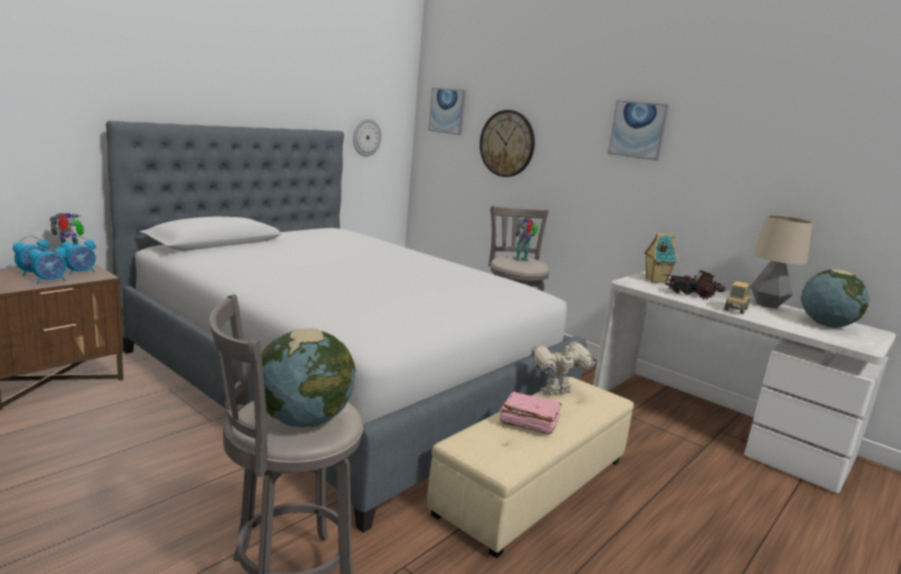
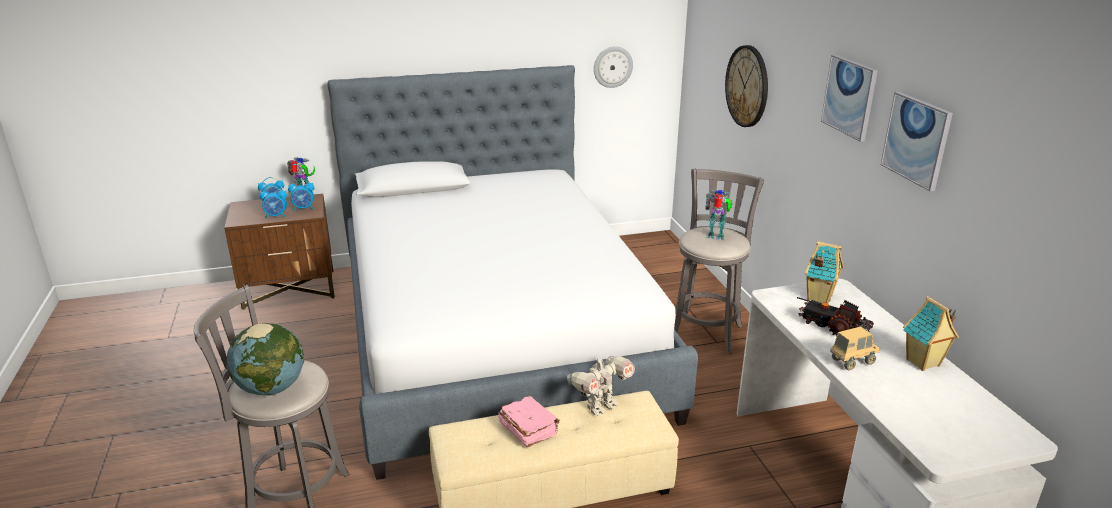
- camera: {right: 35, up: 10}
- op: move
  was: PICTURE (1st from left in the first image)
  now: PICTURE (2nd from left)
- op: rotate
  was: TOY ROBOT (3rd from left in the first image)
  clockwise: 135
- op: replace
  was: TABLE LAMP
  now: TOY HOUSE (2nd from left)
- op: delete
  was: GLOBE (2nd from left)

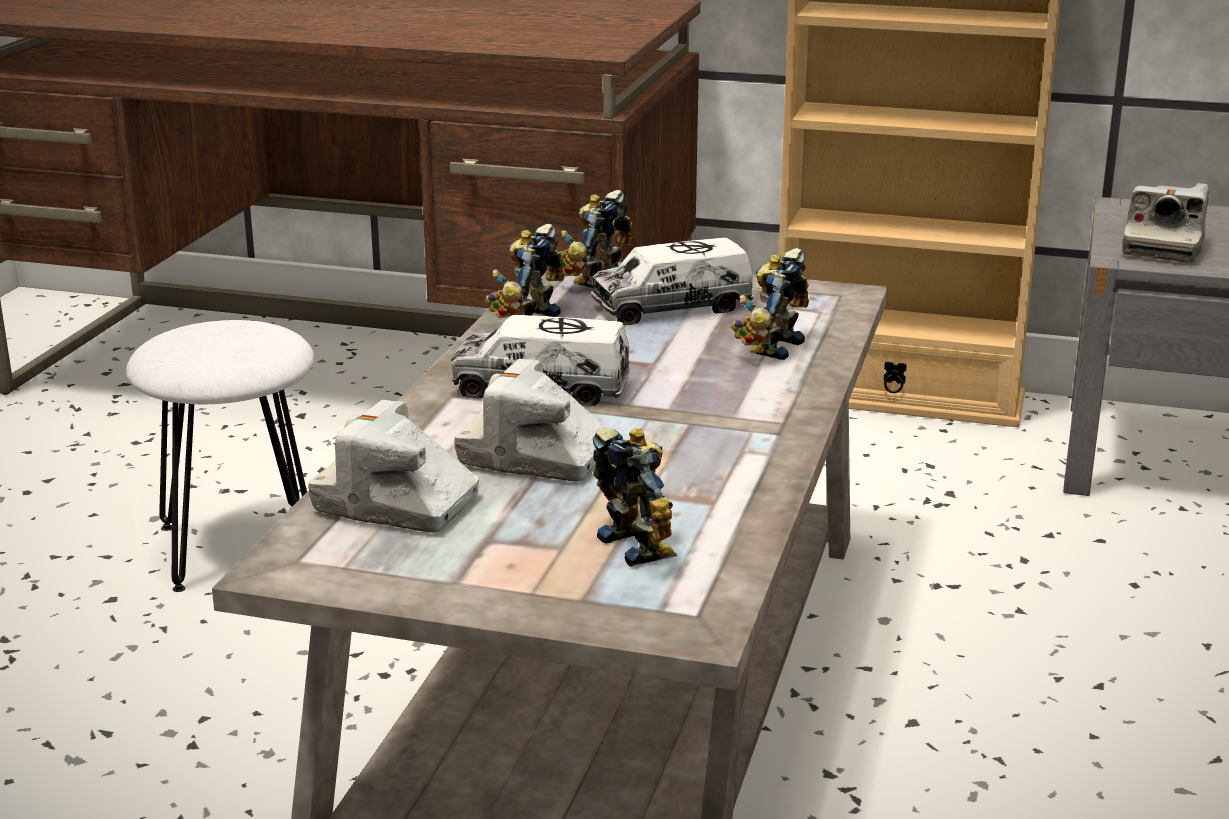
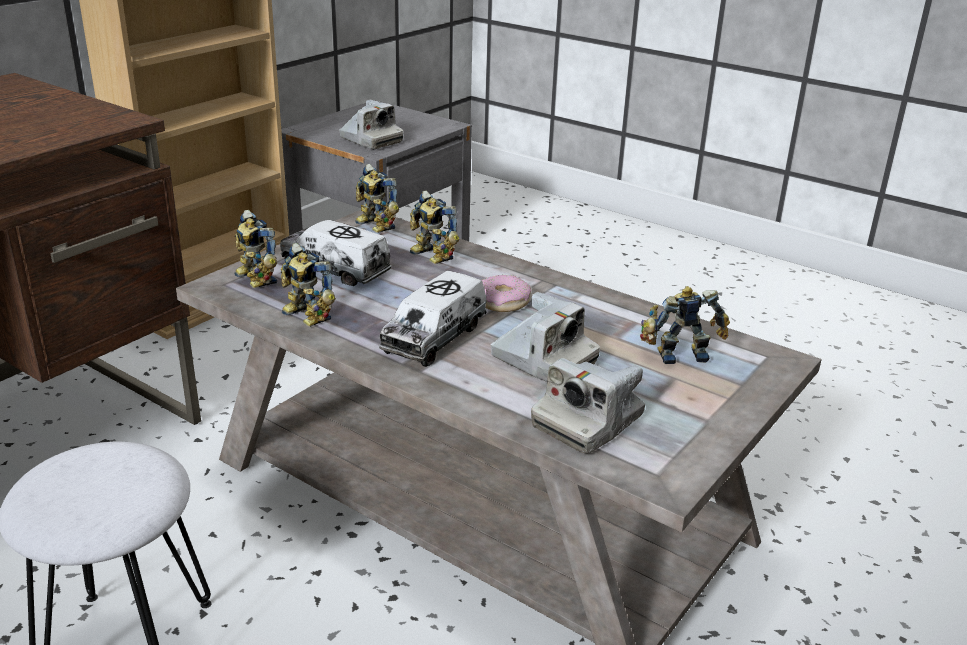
- camera: {right: -70, up: 5}
- op: rotate
  was: PHOTO CAMERA (2nd from left)
  clockwise: -90
- op: rotate
  was: TOY TRUCK (2nd from left in the first image)
  clockwise: 120
- op: insert
  now: TOY ROBOT (3rd from left)
- op: insert
  now: DONUT

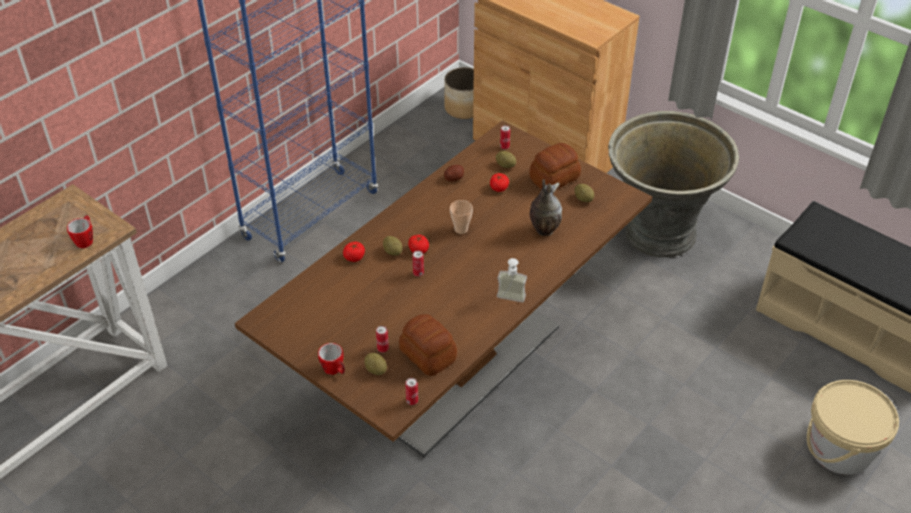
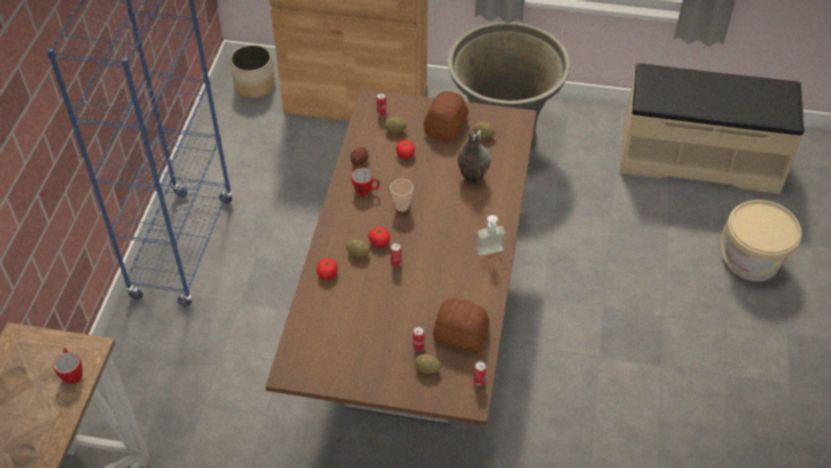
- camera: {right: -30, up: 5}
- op: move
  was: MUG (2nd from left)

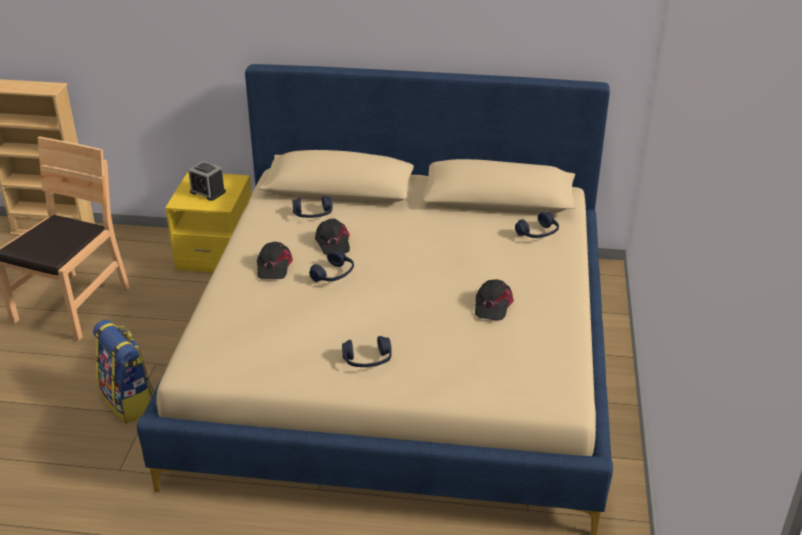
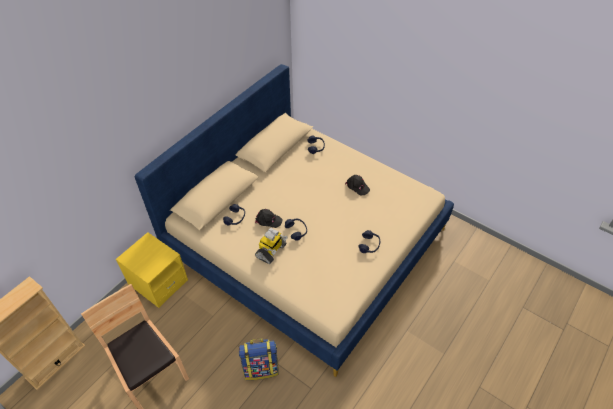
- camera: {right: -60, up: 15}
- op: delete
  was: ALARM CLOCK
- op: replace
  was: BLACK CAP (1st from left)
  now: TOY ROBOT

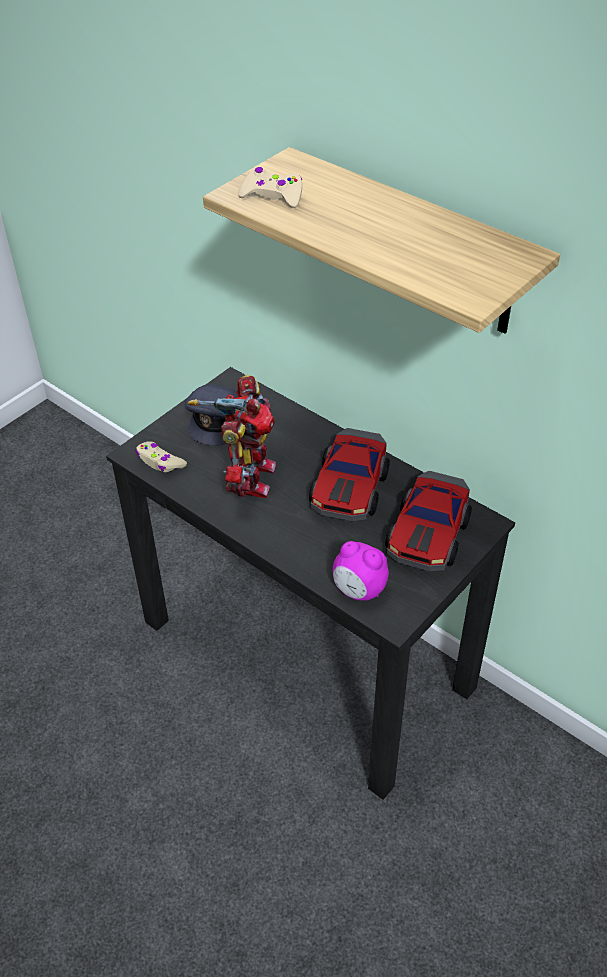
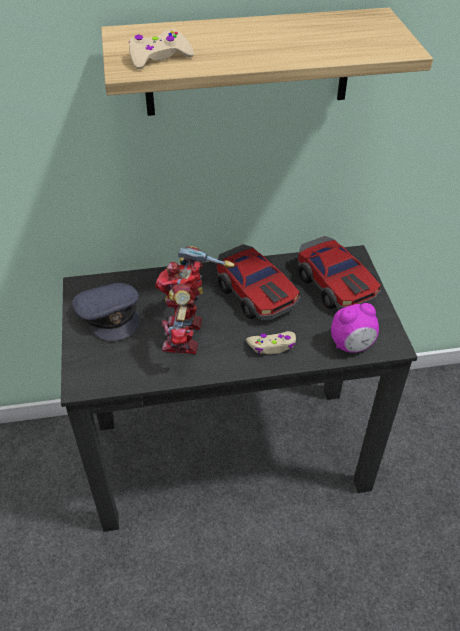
- camera: {right: -50, up: 0}
- op: move
  was: BEIGE GAME CONTROLLER (1st from left in the first image)
  now: BEIGE GAME CONTROLLER (2nd from left)
- op: rotate
  was: TOY ROBOT
  clockwise: -135

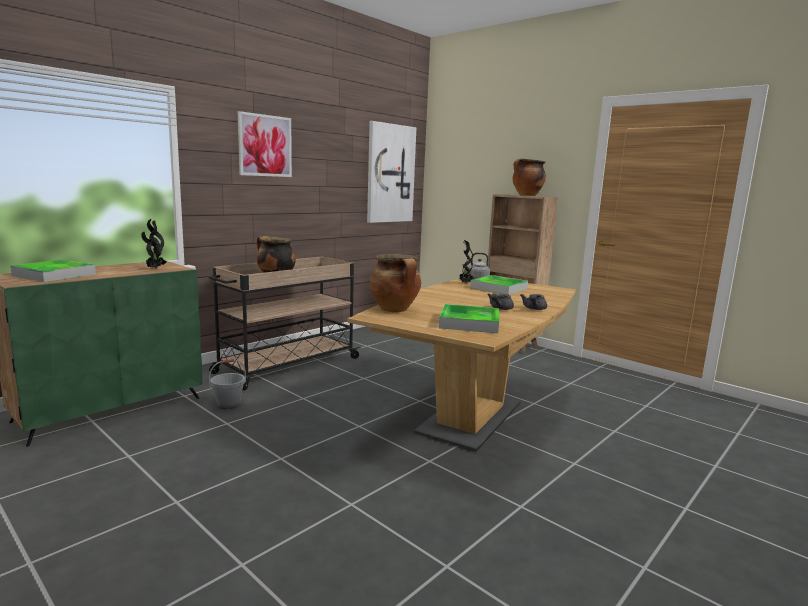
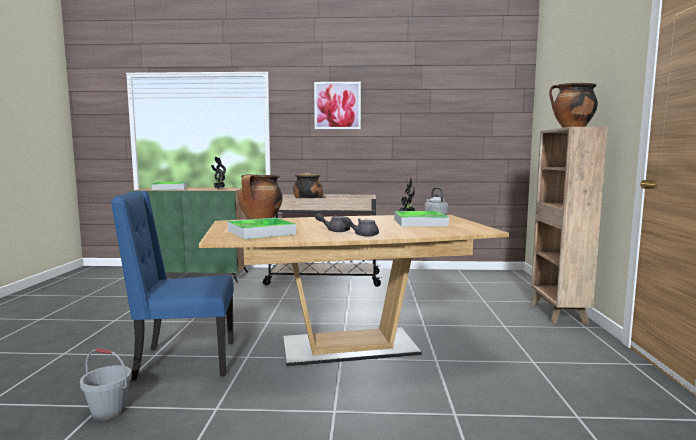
- camera: {right: 50, up: -5}
- op: move
  was: GREY BUCKET
- op: delete
  was: PICTURE (2nd from left)
- op: insert
  now: BLUE CHAIR

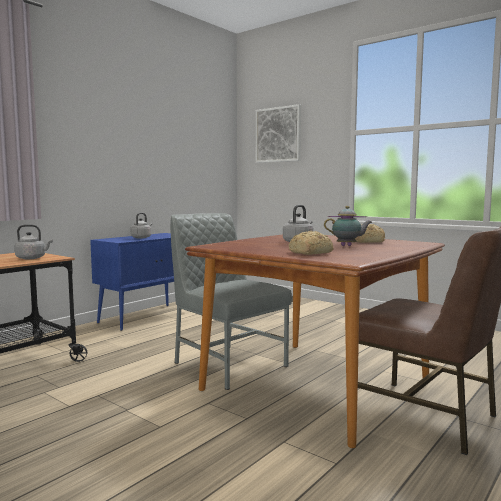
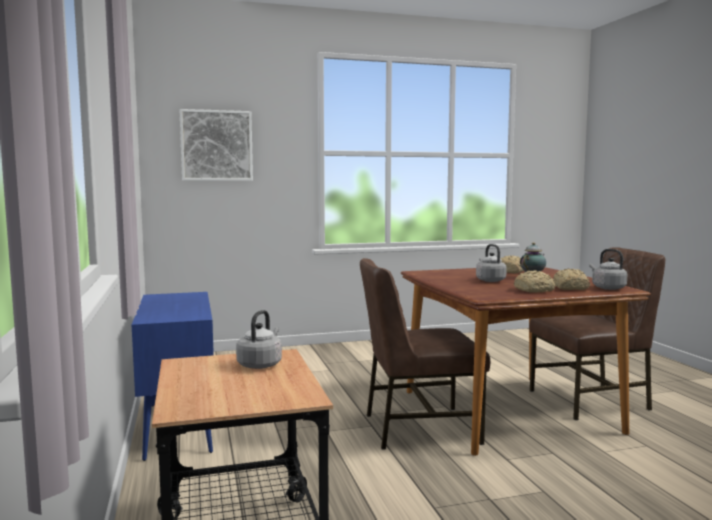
- camera: {right: -55, up: 0}
- op: move
  was: GREY KETTLE (2nd from left in the first image)
  now: GREY KETTLE (3rd from left)
- op: recolor
  was: GREY CHAIR
  now: BROWN CHAIR (1st from left)
- op: insert
  now: BREAD (2nd from left)

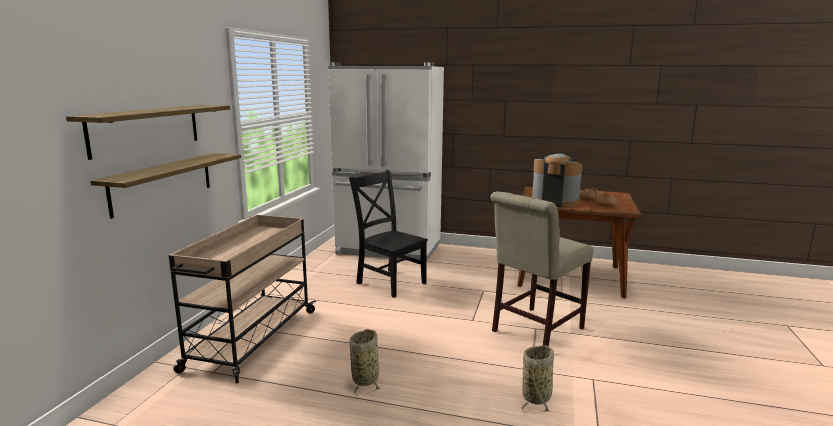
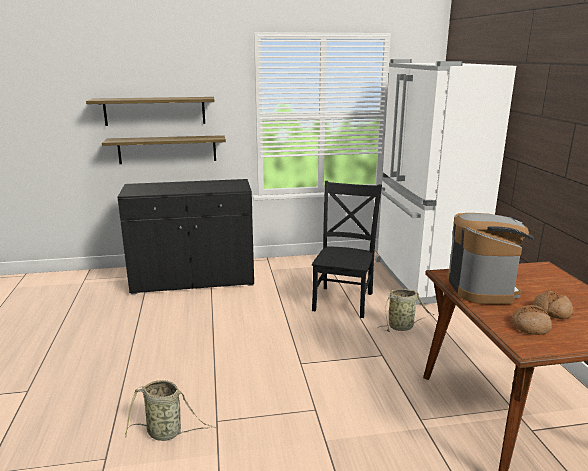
- camera: {right: 65, up: 5}
- op: replace
  was: BEIGE CART
  now: BLACK CABINET
- op: move
  was: BASKET (1st from left in the first image)
  now: BASKET (2nd from left)
- op: delete
  was: BEIGE CHAIR

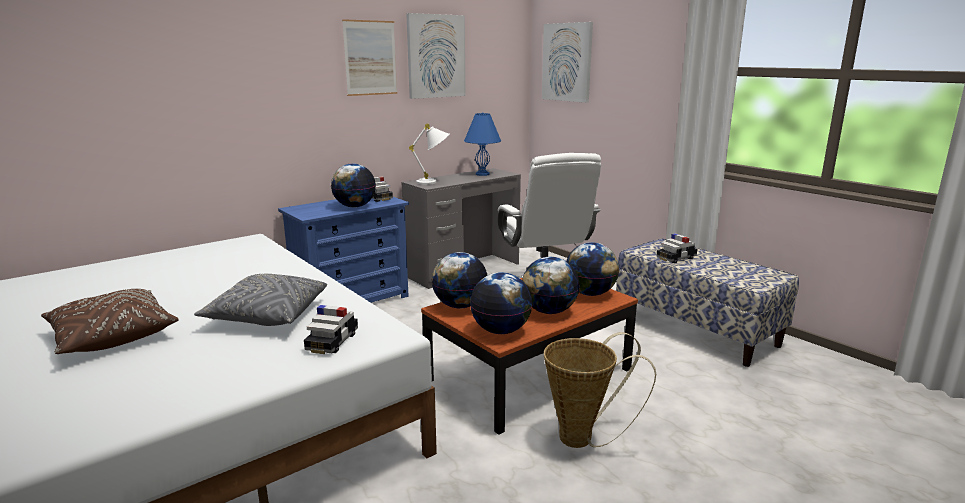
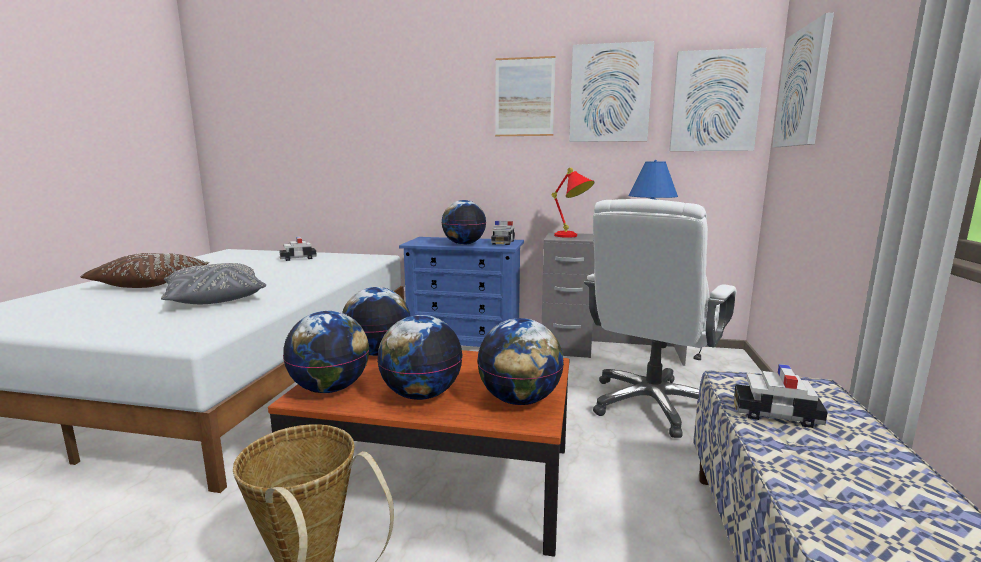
- camera: {right: 50, up: -5}
- op: move
  was: TOY CAR (1st from left)
- op: recolor
  was: WHITE TABLE LAMP
  now: RED TABLE LAMP
- op: insert
  now: PICTURE (3rd from left)

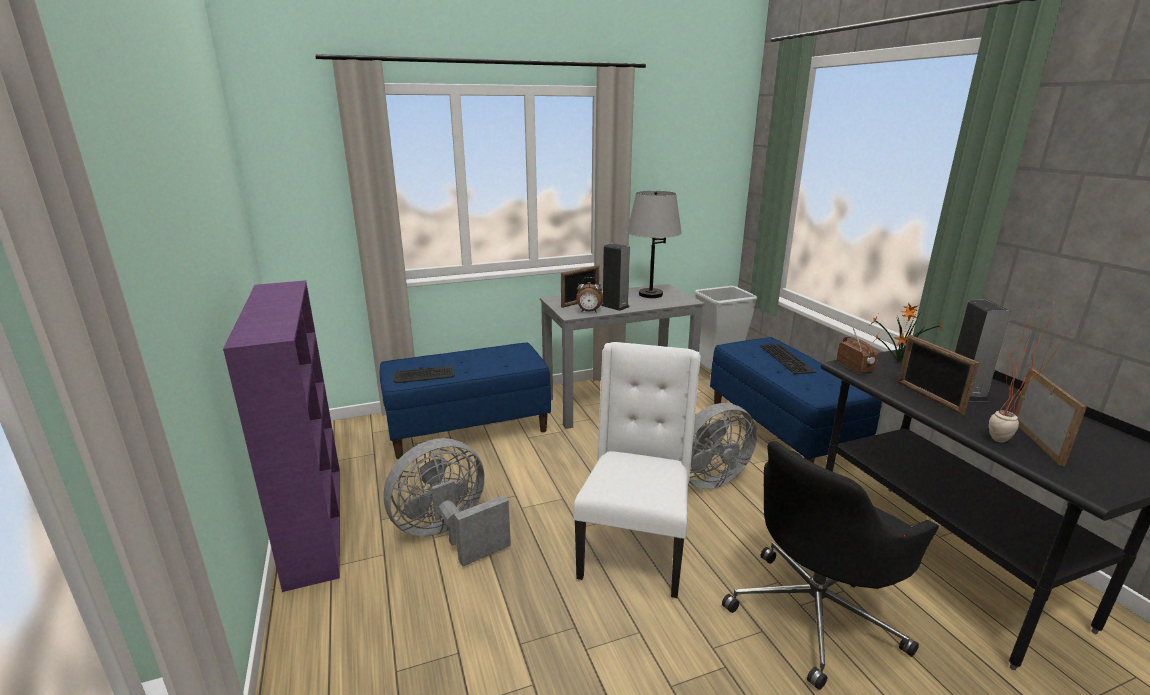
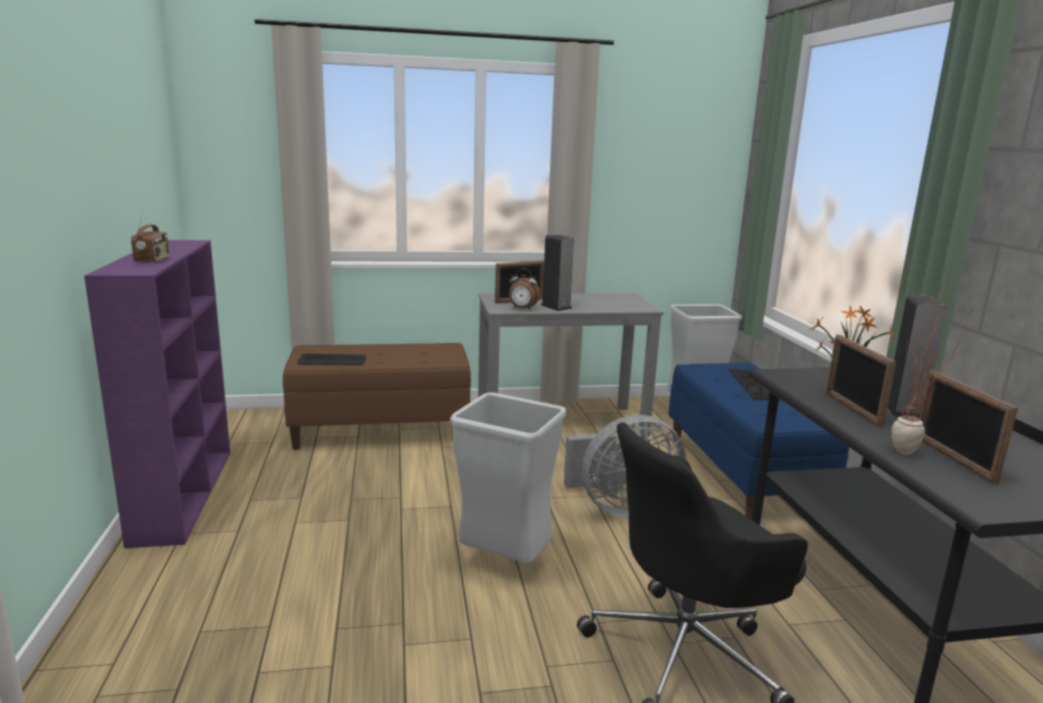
- camera: {right: 10, up: -5}
- op: recolor
  was: BLUE BENCH (1st from left)
  now: BROWN BENCH
- op: delete
  was: GREY FAN (1st from left)
- op: replace
  was: WHITE CHAIR
  now: GREY TRASH CAN (1st from left)
- op: delete
  was: GREY TABLE LAMP
- op: move
  was: RADIO
- op: rotate
  was: PICTURE FRAME (3rd from left)
  clockwise: 150

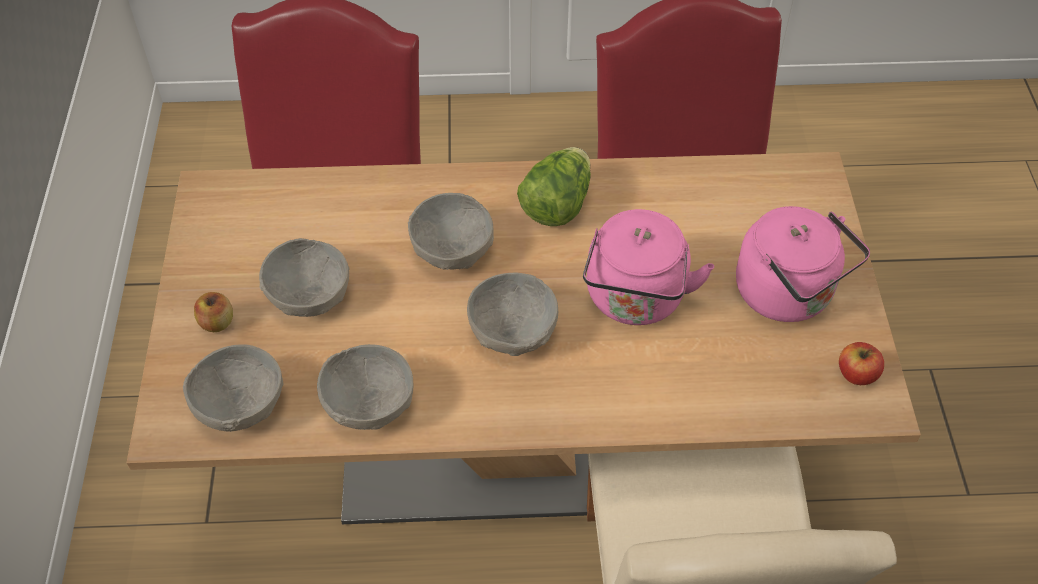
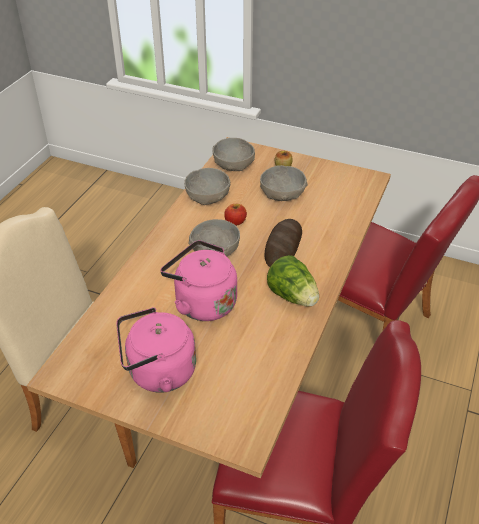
- camera: {right: 115, up: -10}
- op: replace
  was: GREY BOWL (4th from left)
  now: BREAD
- op: move
  was: APPLE (2nd from left in the first image)
  now: APPLE (1st from left)

